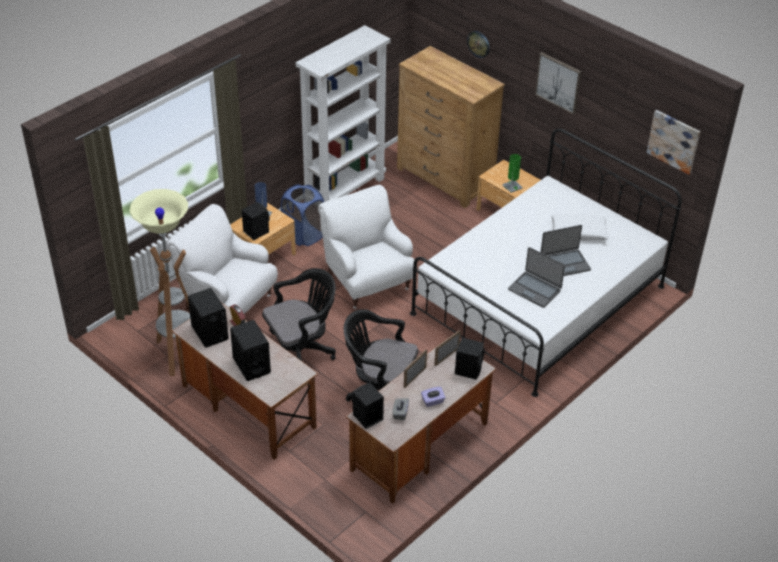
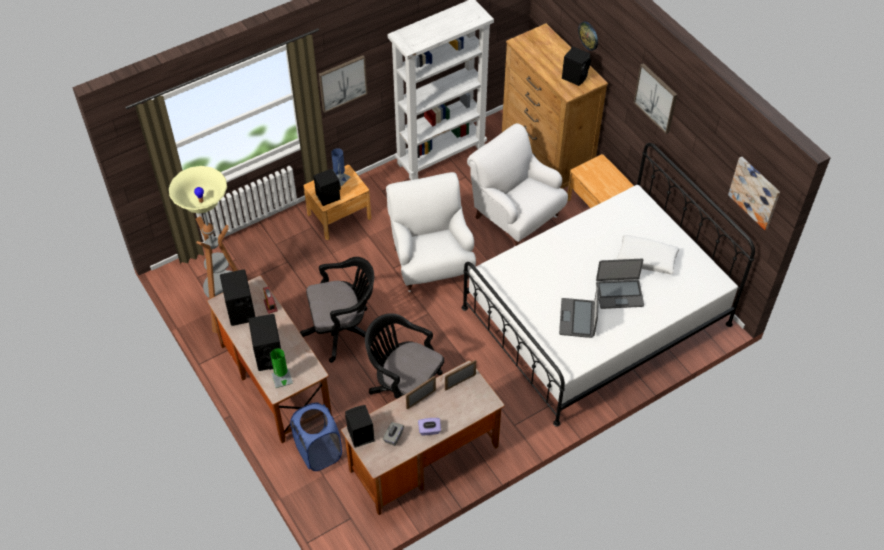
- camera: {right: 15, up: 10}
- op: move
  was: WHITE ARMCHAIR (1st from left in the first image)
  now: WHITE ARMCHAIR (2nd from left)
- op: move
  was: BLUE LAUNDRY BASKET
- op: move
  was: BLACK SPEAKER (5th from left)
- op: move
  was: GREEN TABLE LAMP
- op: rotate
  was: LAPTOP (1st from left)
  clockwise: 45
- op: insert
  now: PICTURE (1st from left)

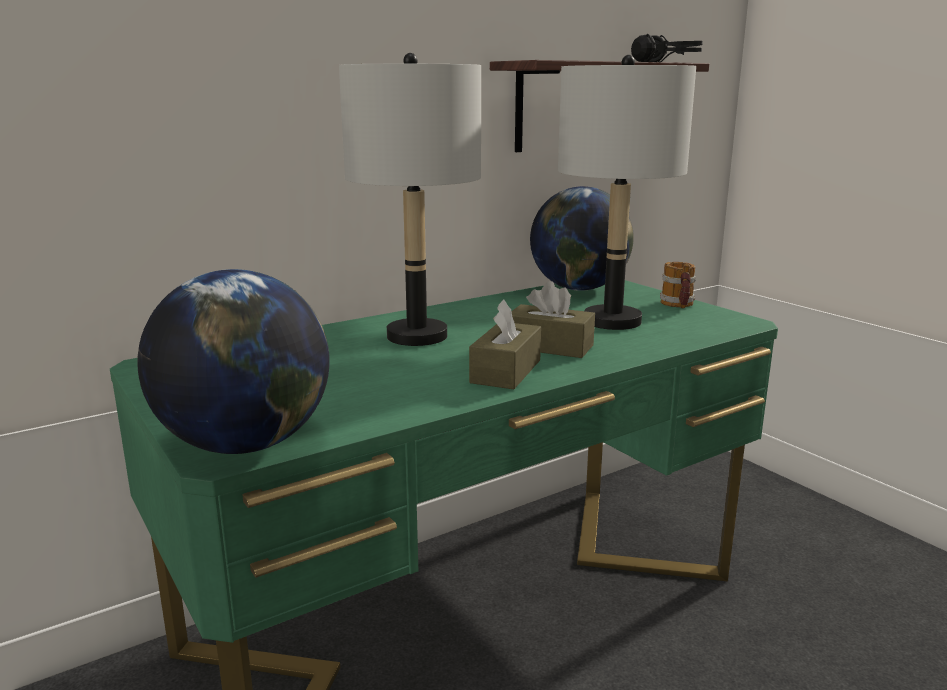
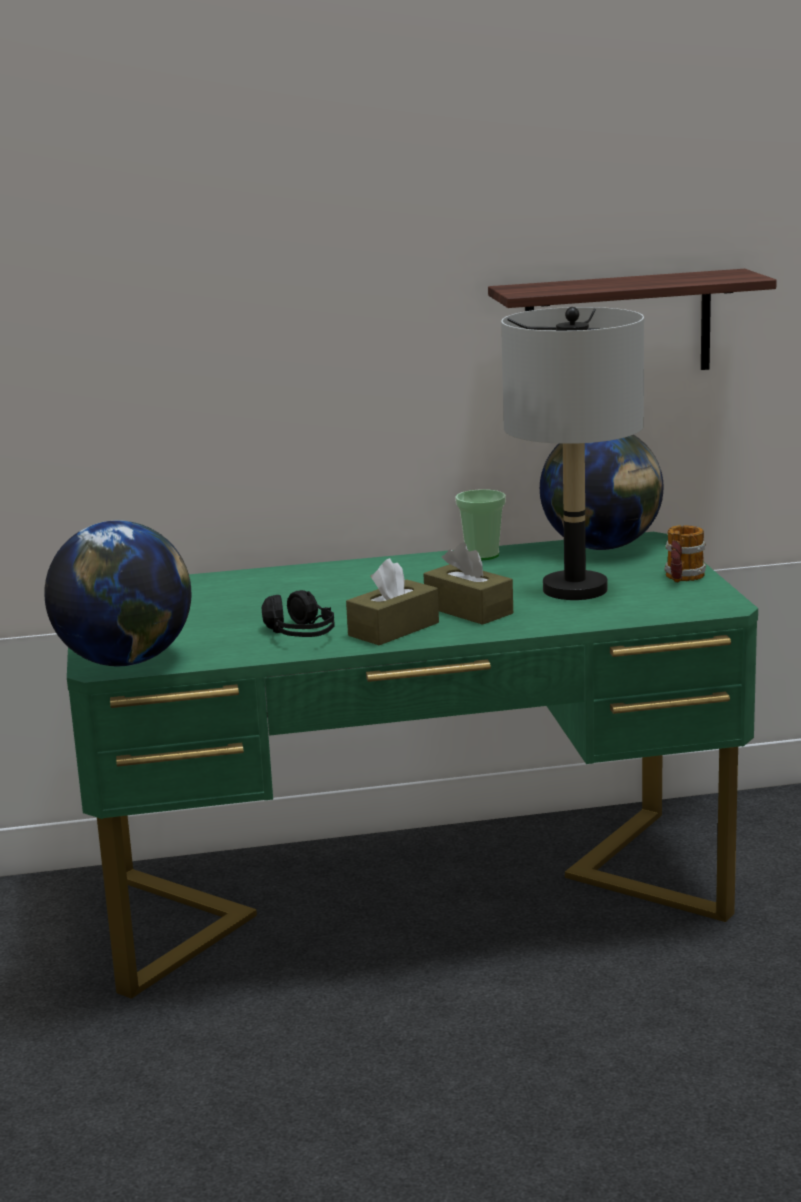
- camera: {right: 25, up: 0}
- op: delete
  was: GREY TABLE LAMP (1st from left)
- op: move
  was: BLACK HEADPHONES
- op: insert
  now: CUP

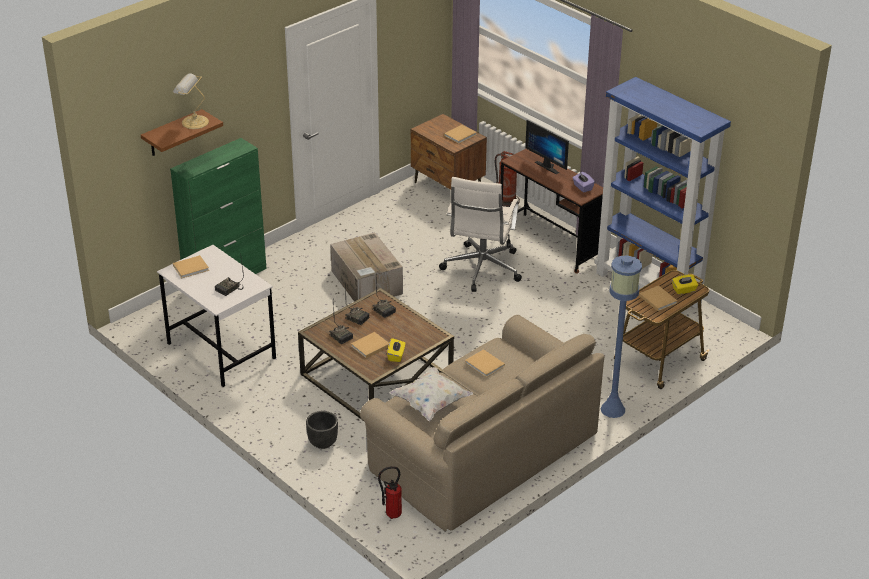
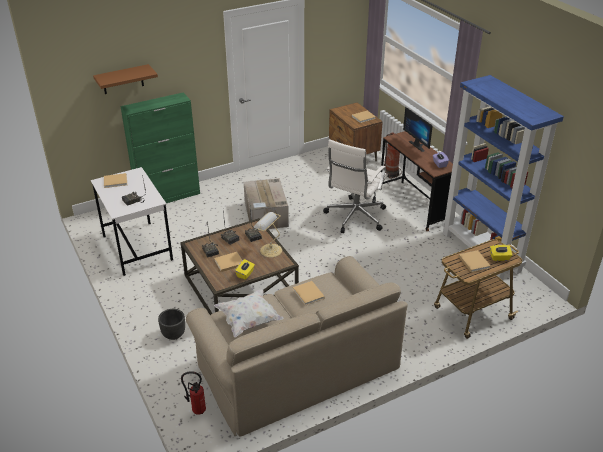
- camera: {right: 15, up: 0}
- op: move
  was: TABLE LAMP
- op: delete
  was: BLUE FLOOR LAMP

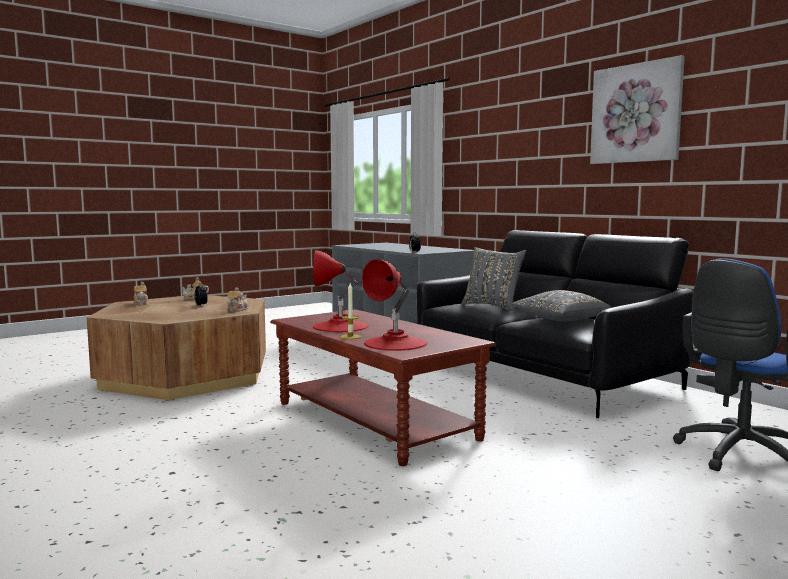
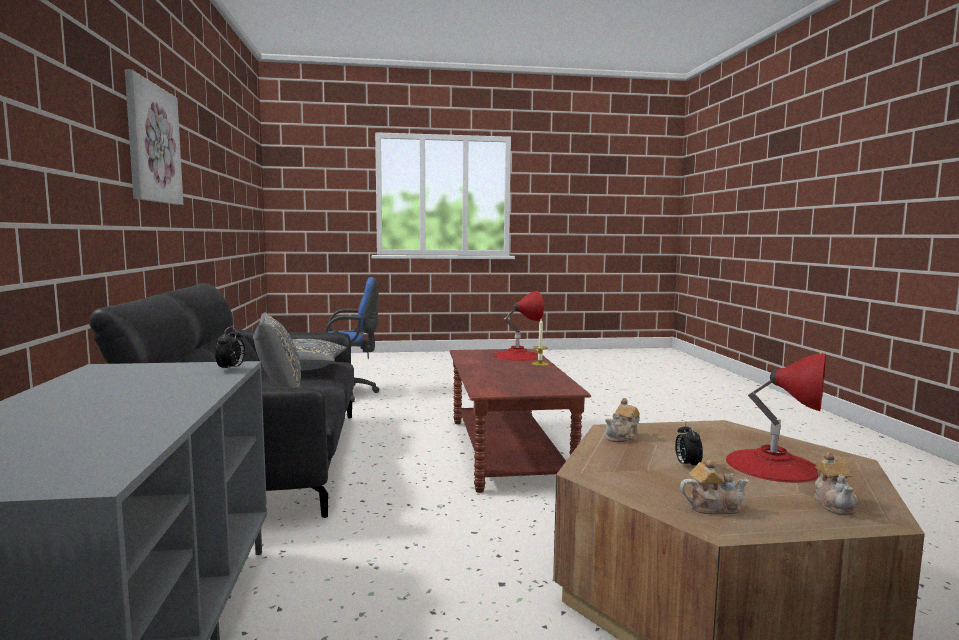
- camera: {right: -150, up: 0}
- op: move
  was: RED TABLE LAMP (1st from left in the first image)
  now: RED TABLE LAMP (2nd from left)

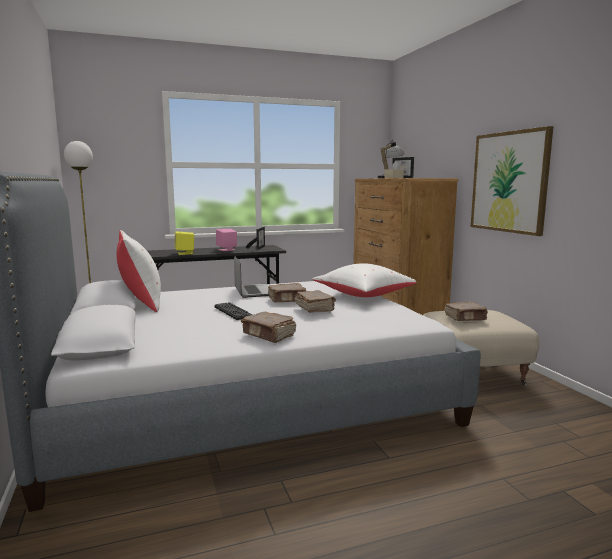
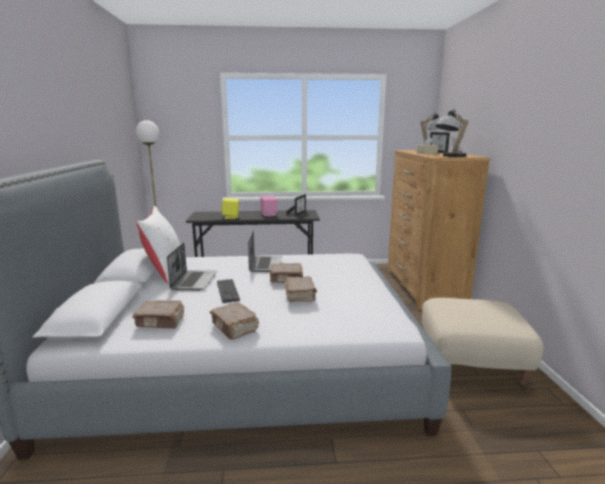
- camera: {right: 15, up: 5}
- op: delete
  was: WHITE PILLOW (2nd from left)
- op: move
  was: BROWN BOOK (4th from left in the first image)
  now: BROWN BOOK (1st from left)
- op: delete
  was: PICTURE
- op: insert
  now: LAPTOP (1st from left)
- op: insert
  now: TABLE LAMP (2nd from left)

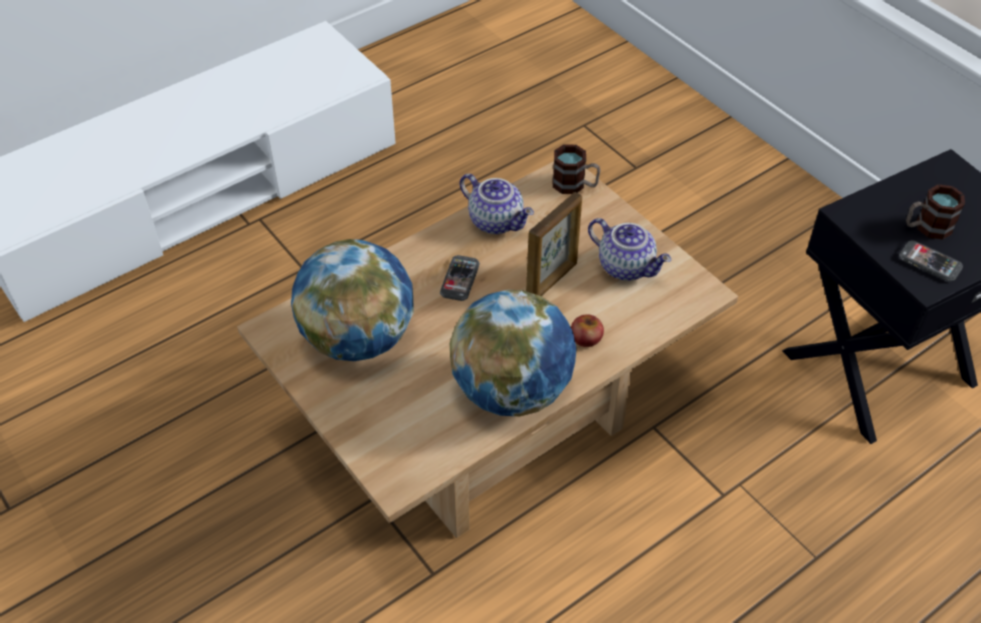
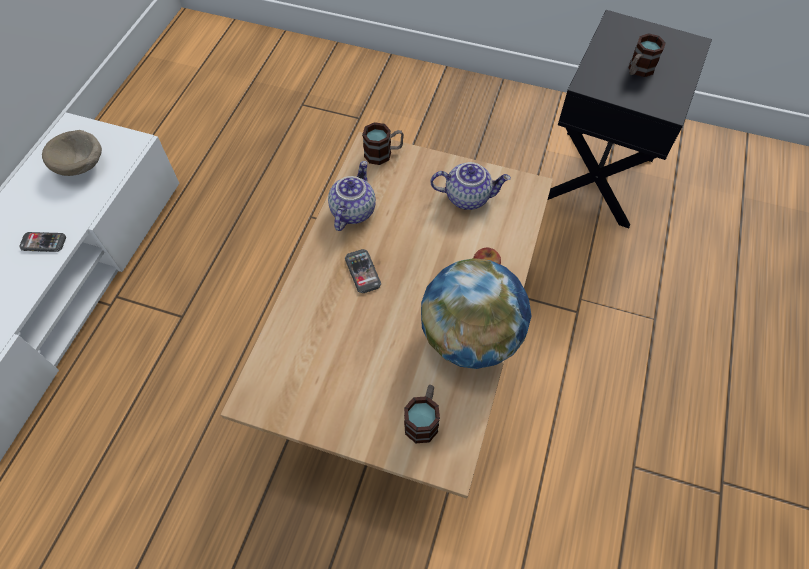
- camera: {right: -35, up: 10}
- op: delete
  was: GLOBE (1st from left)
- op: rotate
  was: TEAPOT (1st from left)
  clockwise: -75
- op: delete
  was: PICTURE FRAME
- op: move
  was: PHONE (2nd from left in the first image)
  now: PHONE (1st from left)
- op: insert
  now: BEIGE BOWL
- op: insert
  now: MUG (2nd from left)

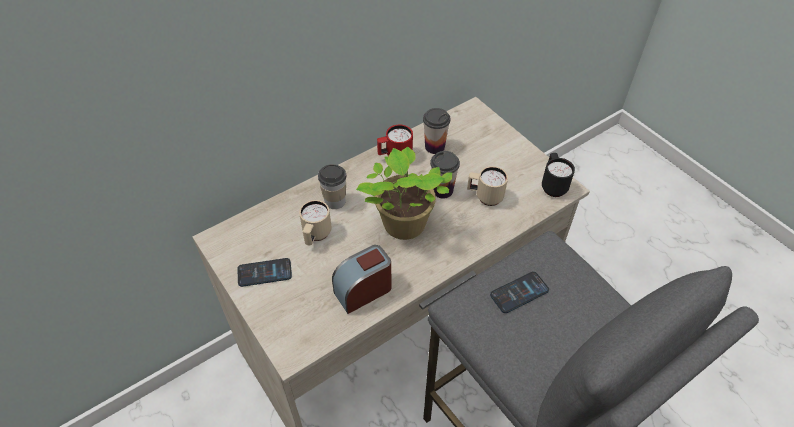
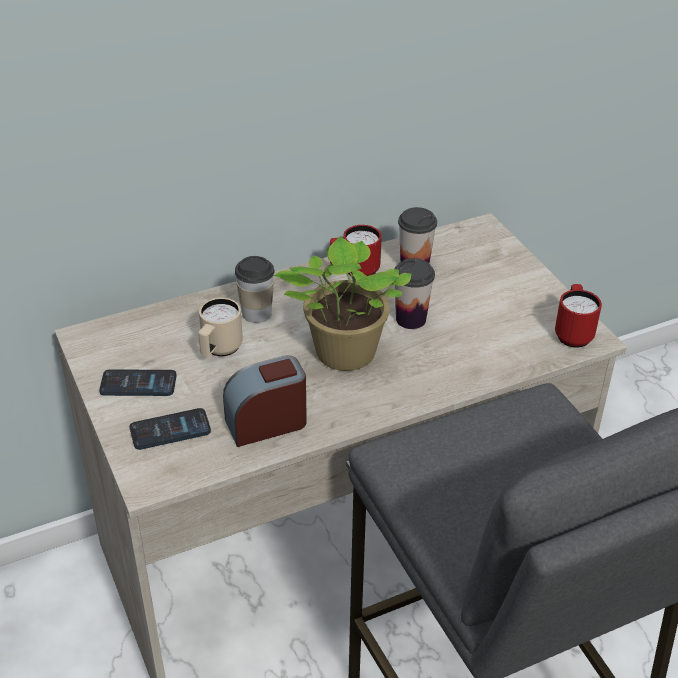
- camera: {right: 10, up: -10}
- op: delete
  was: BEIGE MUG (2nd from left)
- op: move
  was: PHONE (2nd from left)
- op: recolor
  was: BLACK MUG
  now: RED MUG (2nd from left)

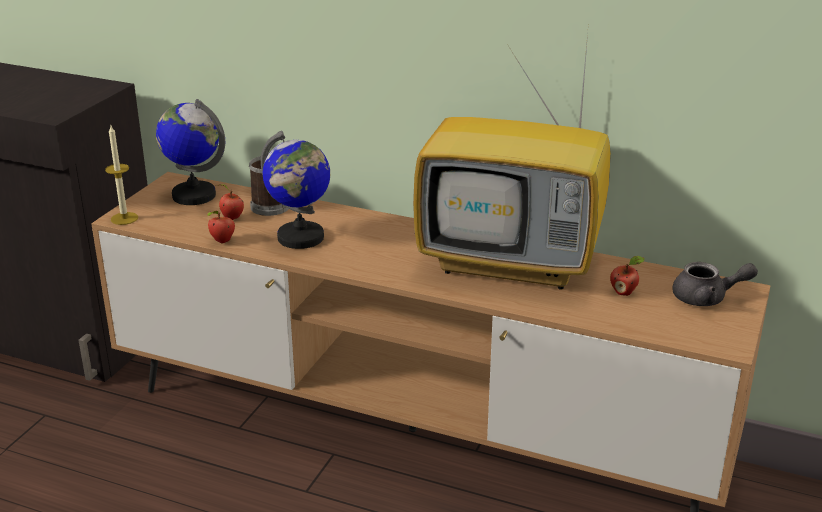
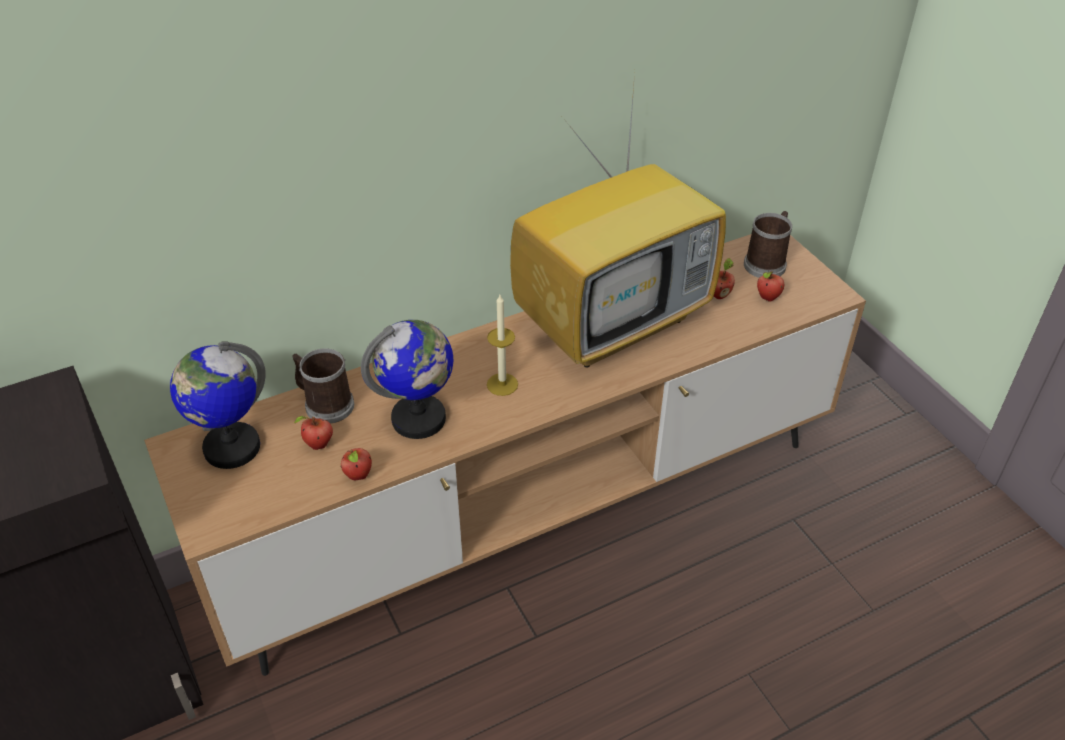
- camera: {right: -50, up: 15}
- op: move
  was: CANDLE
- op: replace
  was: GREY TEAPOT
  now: MUG (2nd from left)
- op: insert
  now: APPLE (4th from left)

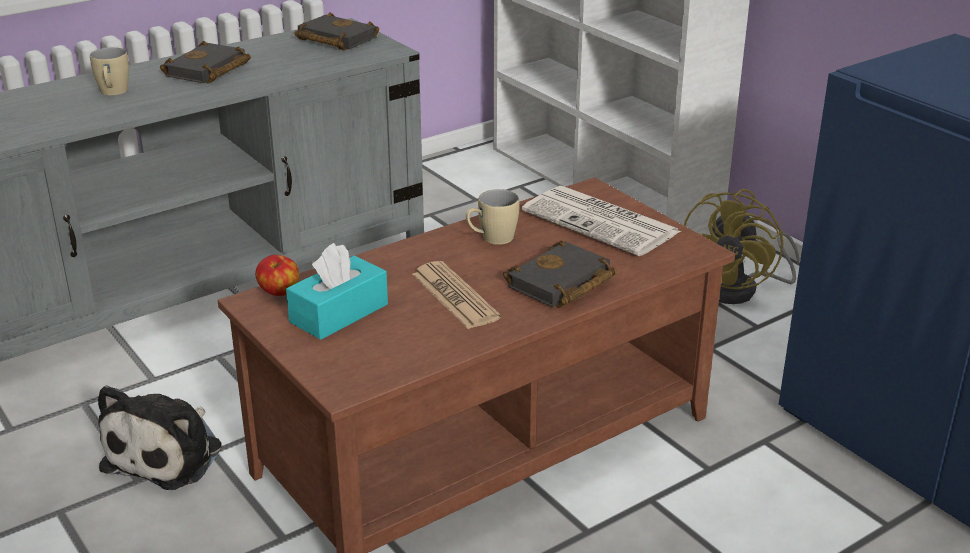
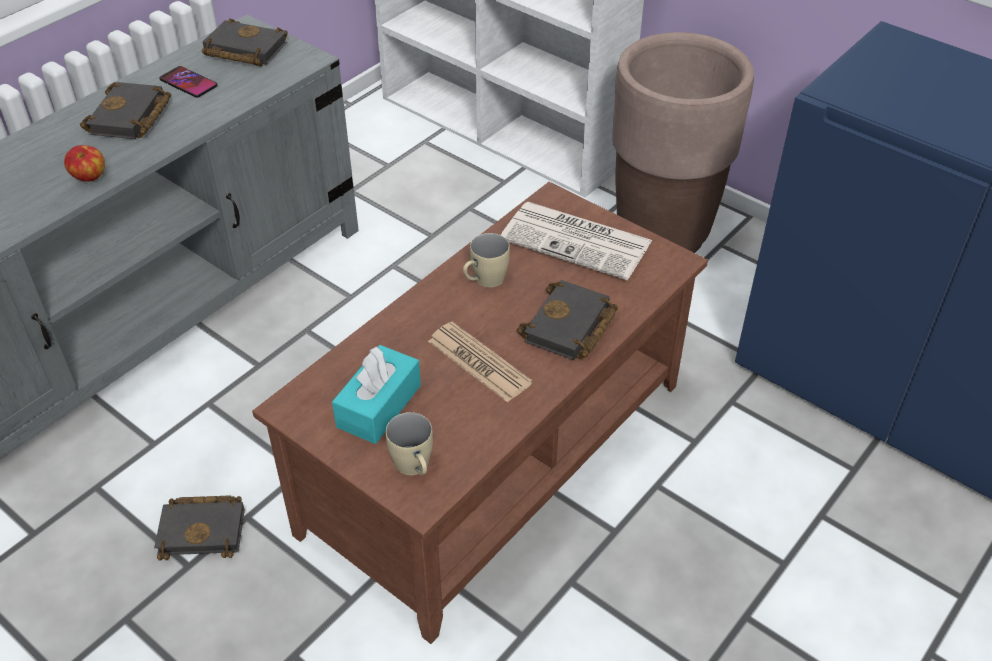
- camera: {right: -15, up: 15}
- op: move
  was: BEIGE MUG (1st from left)
- op: replace
  was: PLUSH TOY
  now: BLACK BOOK (2nd from left)
- op: move
  was: APPLE
- op: replace
  was: YELLOW FAN
  now: BROWN PLANTER
- op: insert
  now: PHONE

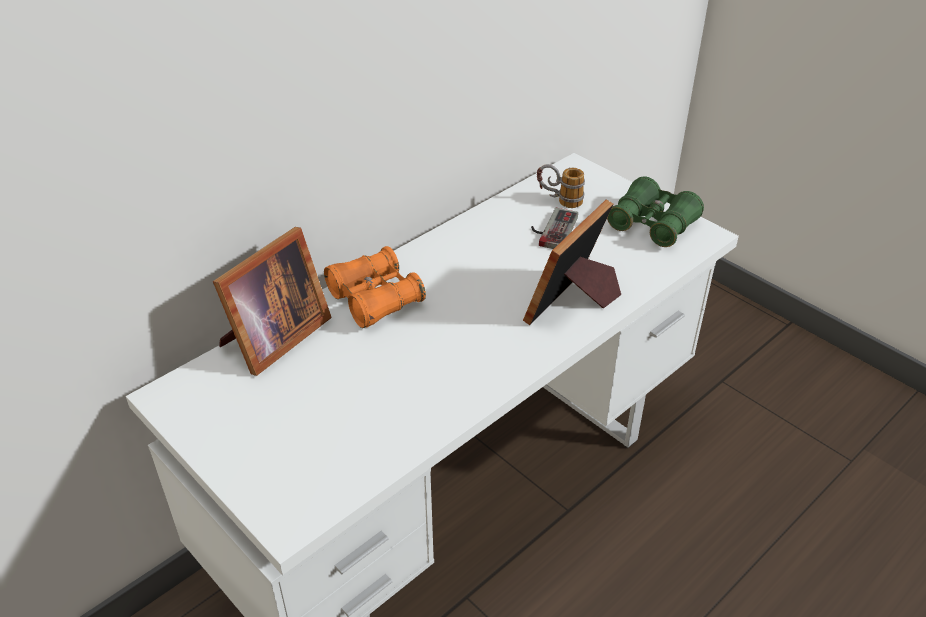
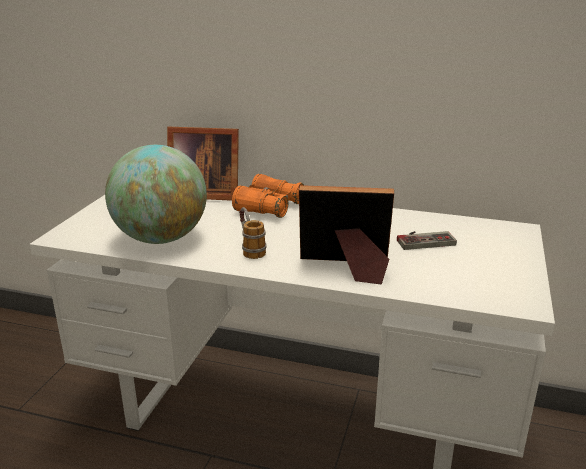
- camera: {right: 60, up: -15}
- op: move
  was: MUG
- op: delete
  was: GREEN BINOCULARS
- op: insert
  now: GLOBE

